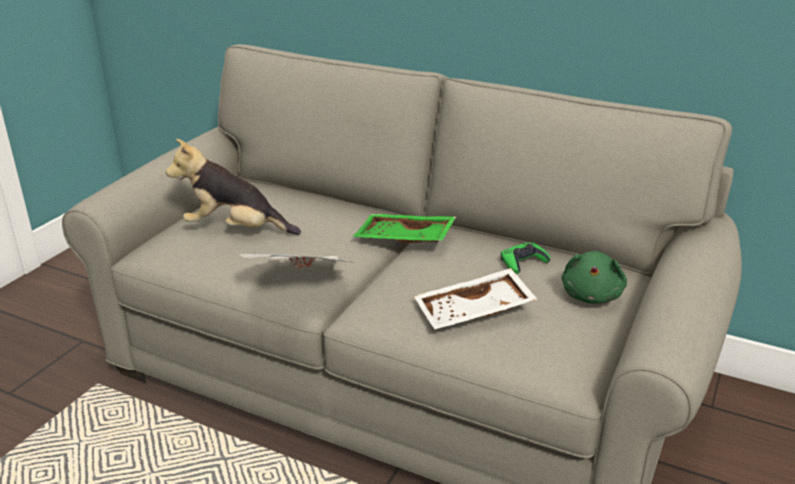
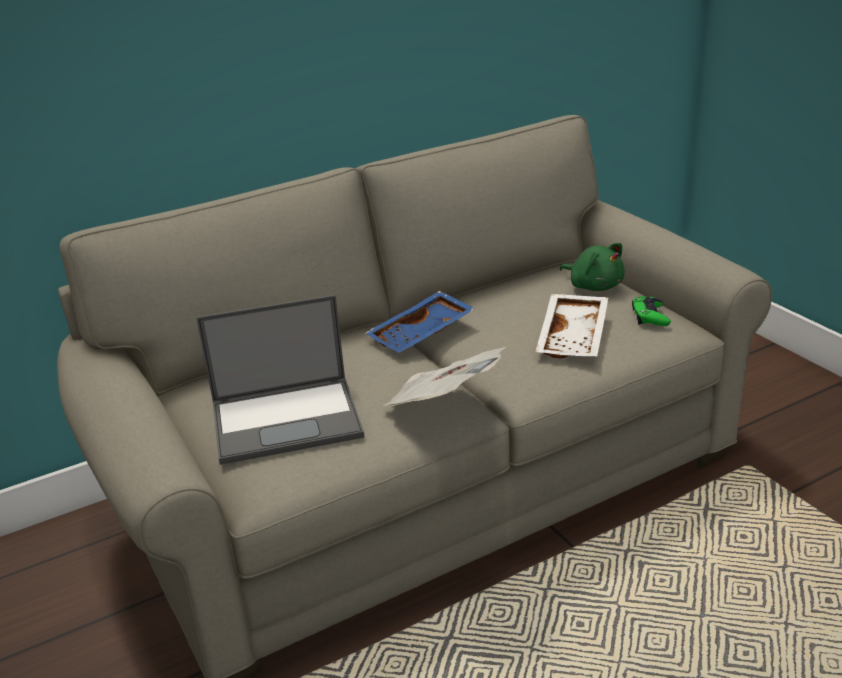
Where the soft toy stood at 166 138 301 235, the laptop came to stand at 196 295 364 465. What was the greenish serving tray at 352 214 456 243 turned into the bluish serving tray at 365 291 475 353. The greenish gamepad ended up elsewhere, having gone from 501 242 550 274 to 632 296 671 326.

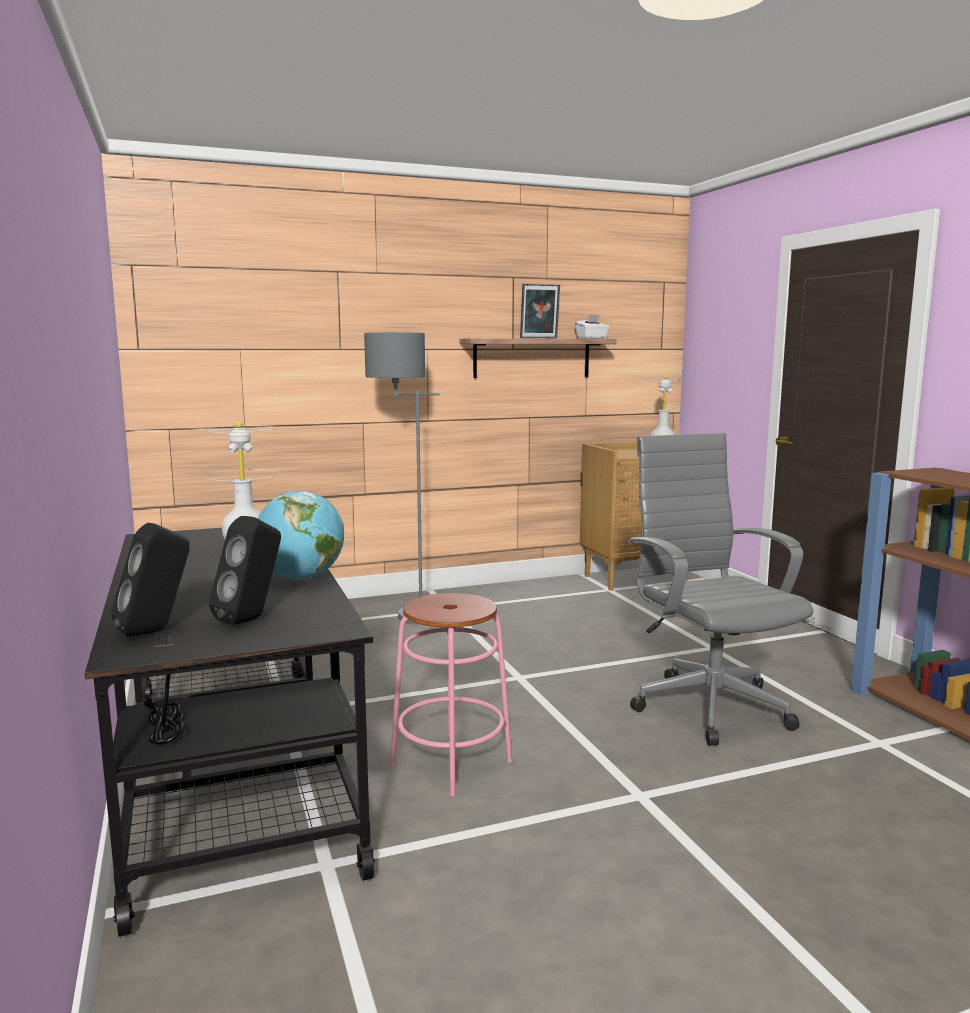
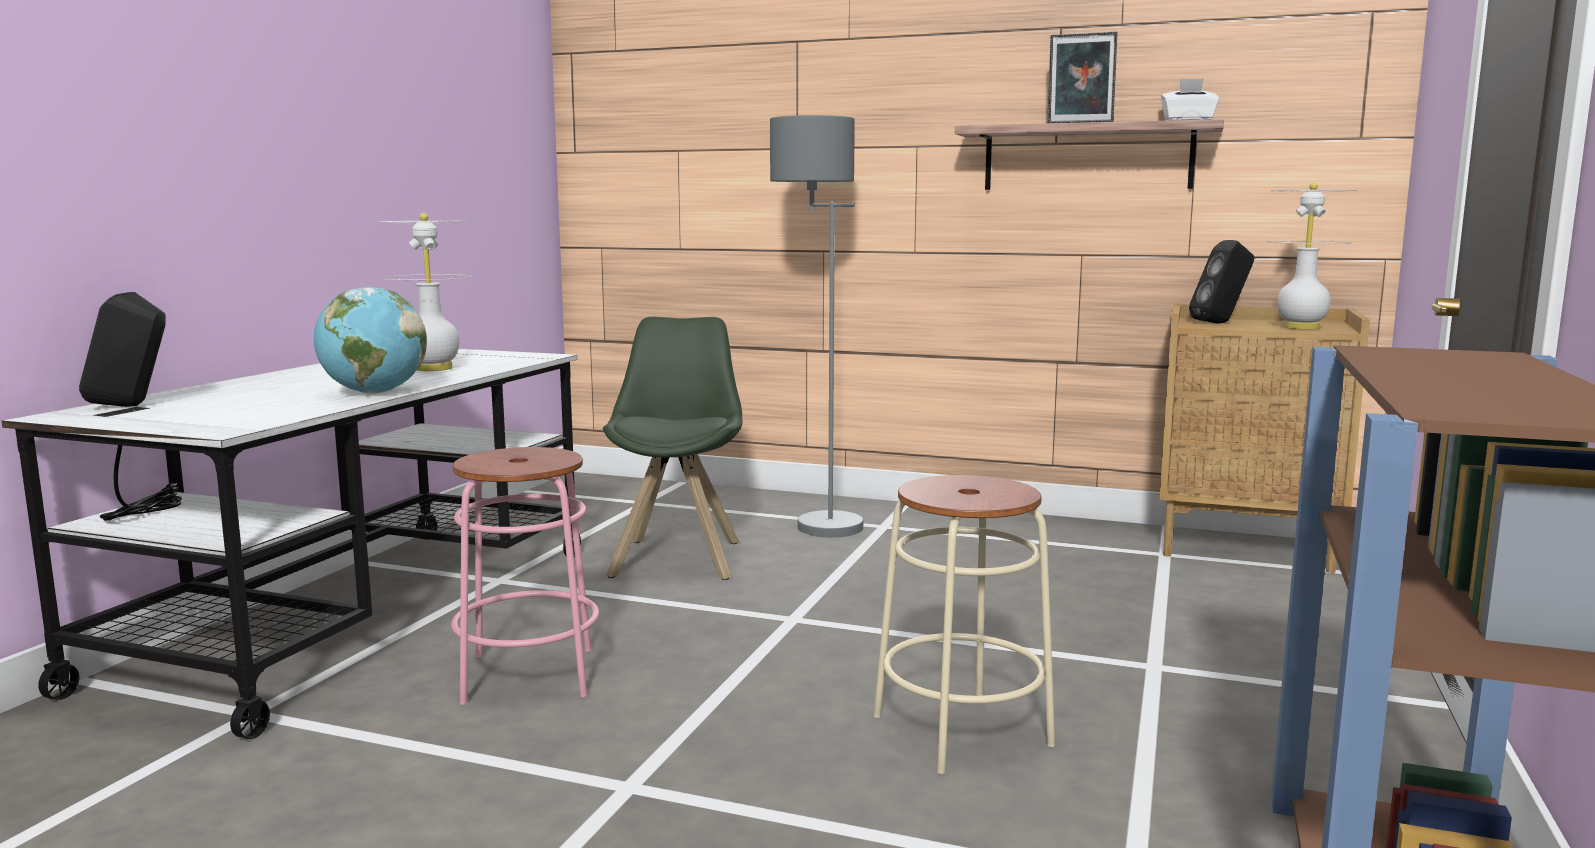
What was the blackish desk table at 85 528 375 937 turned into the whitish desk table at 2 349 581 739. The blackish speaker ended up elsewhere, having gone from 209 516 281 625 to 1189 240 1254 324. Where the grey office chair stood at 627 433 814 745, the beige-coloured stool came to stand at 873 475 1055 774. The second view gained the greenish plain chair at 603 317 742 580.

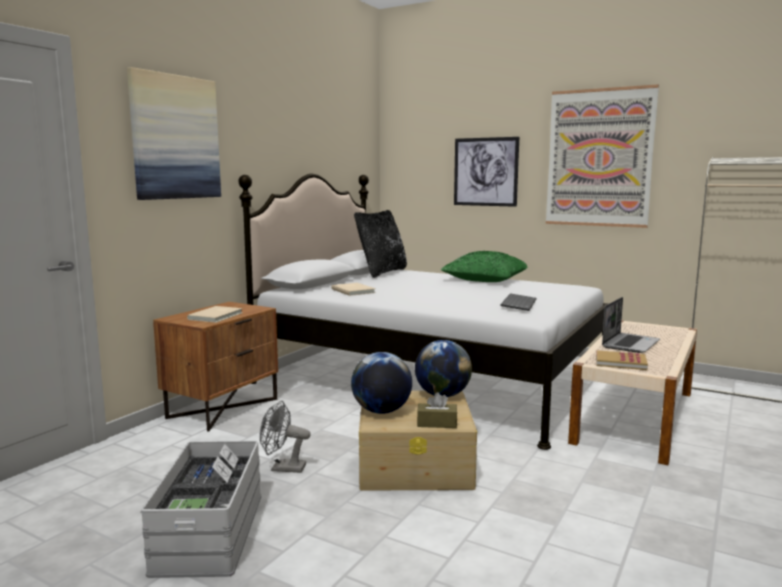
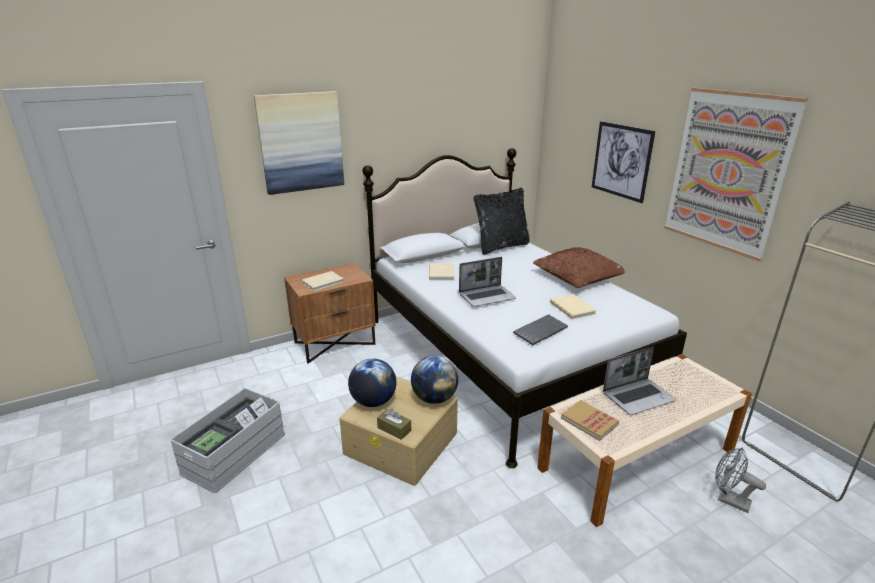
The grey electric fan ended up elsewhere, having gone from 260 401 311 473 to 715 448 766 513. What was the greenish throw pillow at 441 251 528 282 turned into the brown throw pillow at 533 247 625 288. The second view gained the laptop at 459 257 516 307. The second view gained the beige-coloured volume at 550 294 597 319.

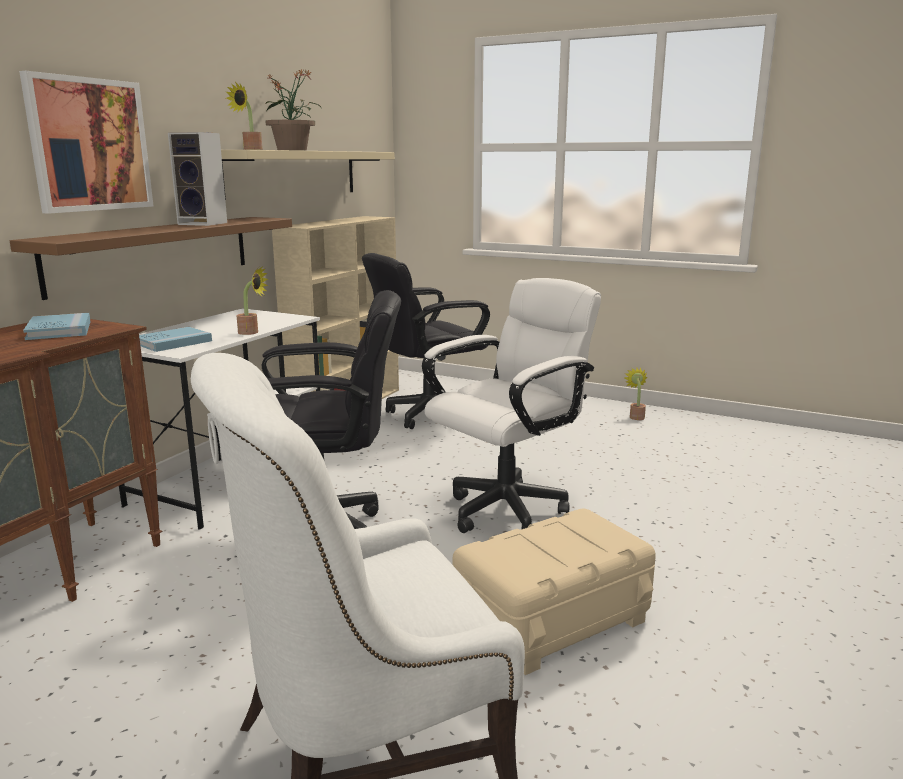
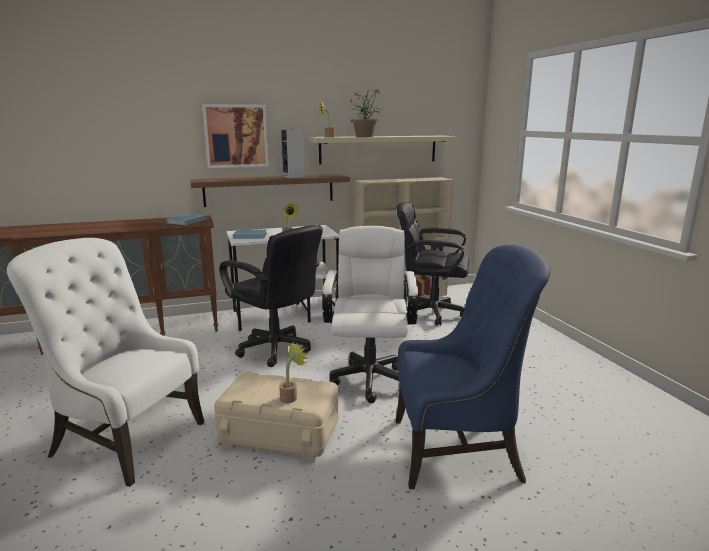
The whitish office chair at 422 278 601 533 ended up facing another way, 90 degrees counterclockwise from before. The plant in a pot ended up elsewhere, having gone from 625 367 647 420 to 279 342 307 403. The second view gained the bluish plain chair at 395 245 550 489.

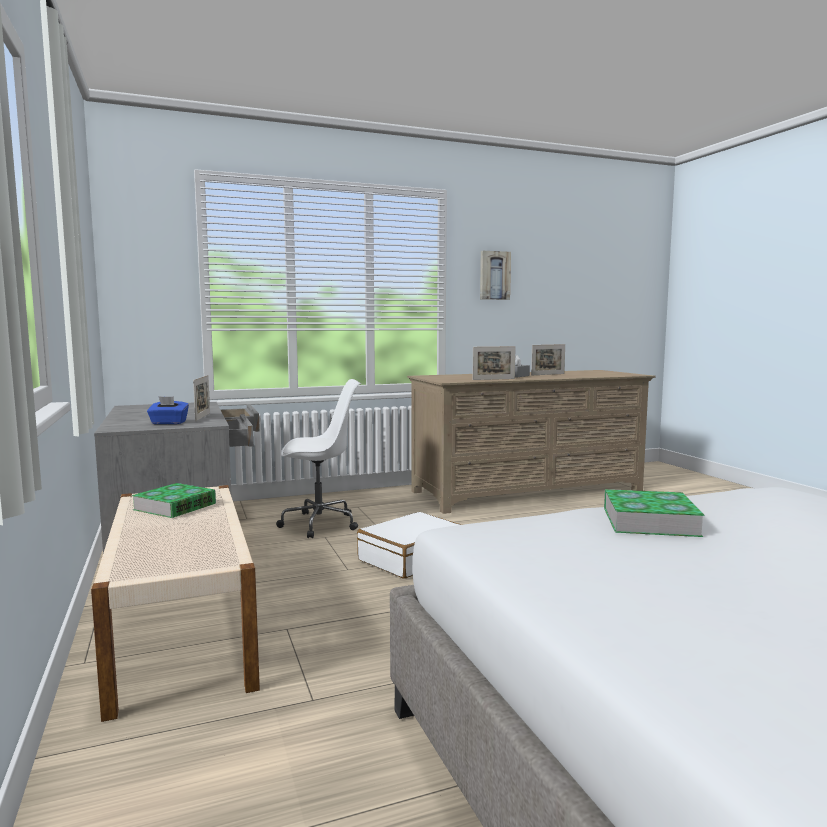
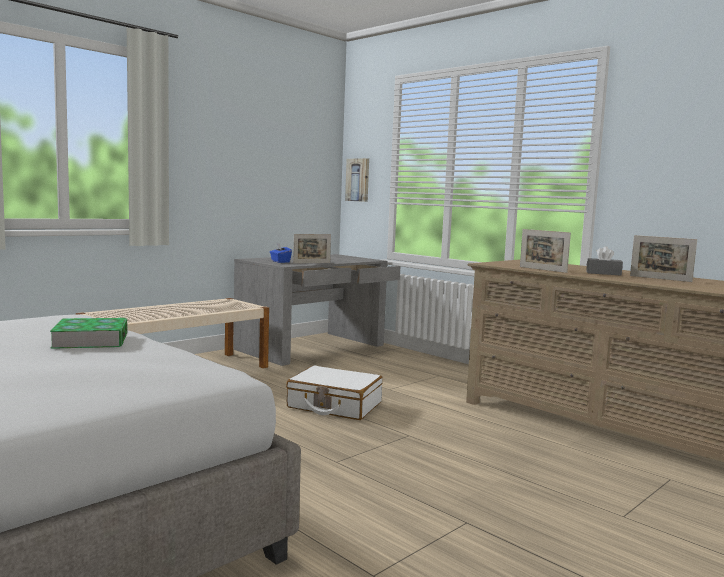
The second view lost the volume at 132 483 216 518. The second view lost the whitish office chair at 276 379 361 538. The wall art ended up elsewhere, having gone from 480 251 511 300 to 345 158 369 202.

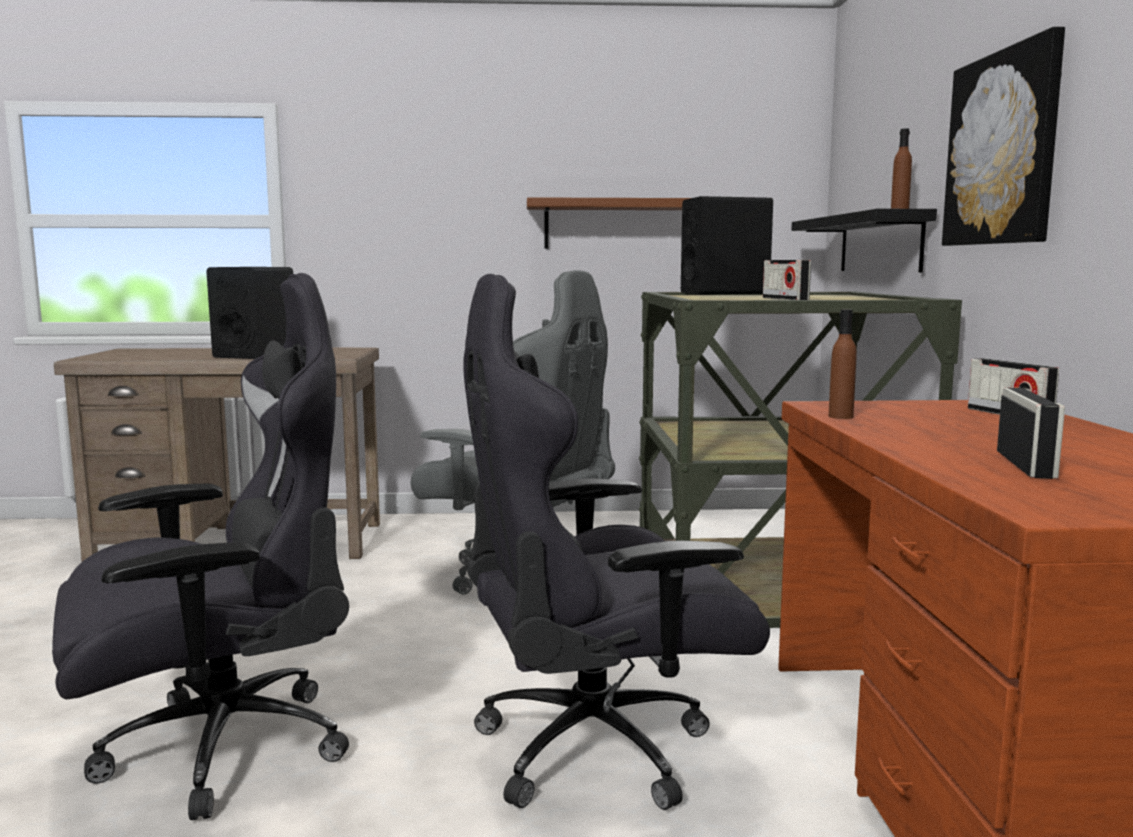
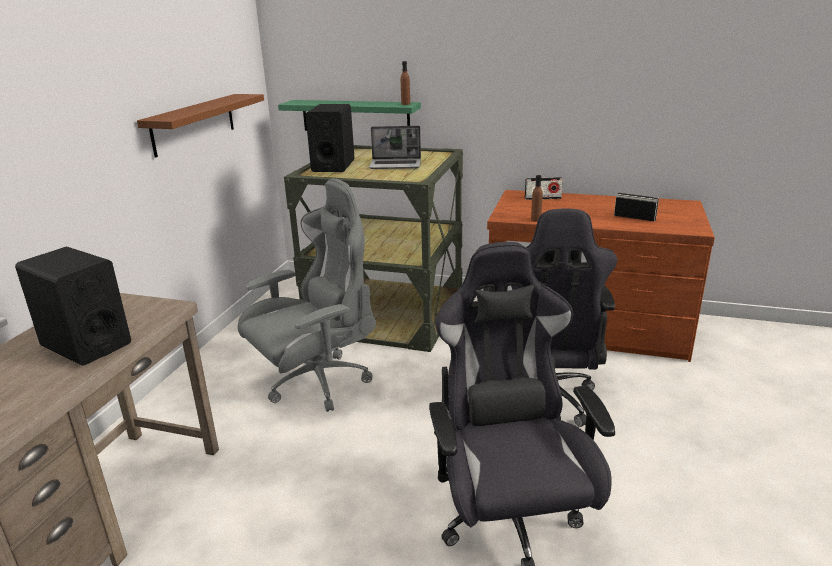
Where the radio receiver stood at 763 260 811 300, the laptop came to stand at 369 126 421 169. What was the blackish bracket shelf at 792 209 937 272 turned into the greenish bracket shelf at 278 100 421 131. The second view lost the wall art at 942 27 1065 246.

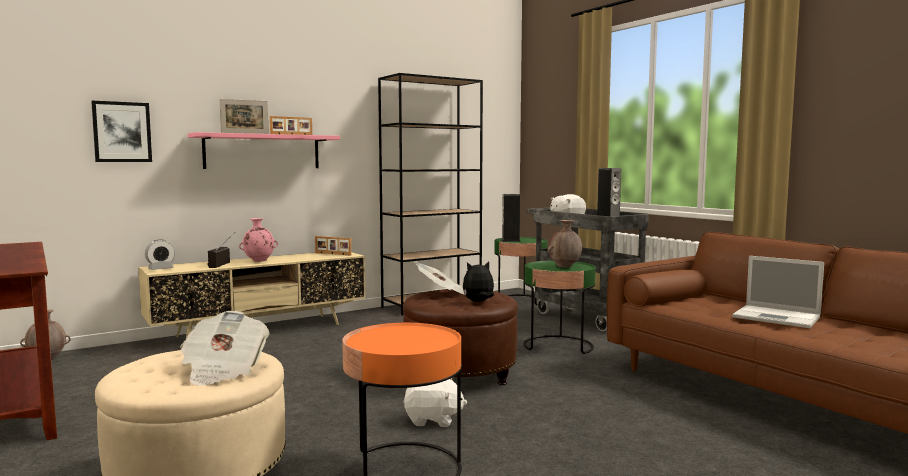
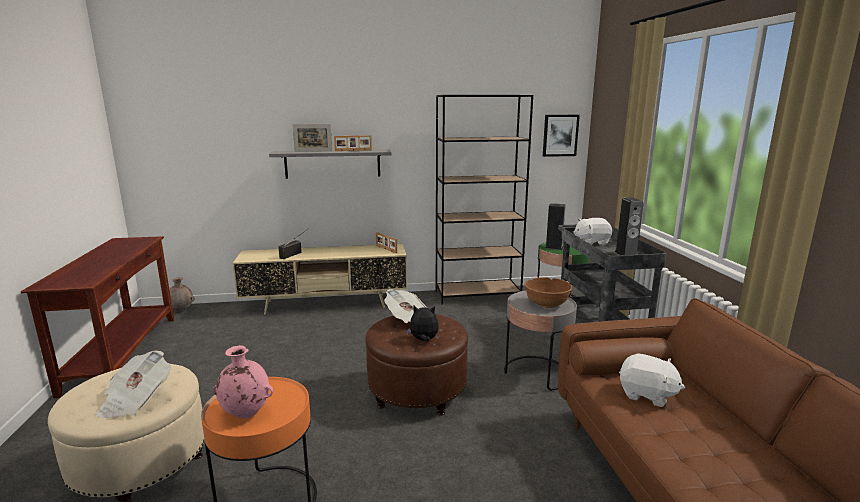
The wall art ended up elsewhere, having gone from 91 101 152 162 to 543 115 580 157. The second view lost the bedside clock at 145 240 175 270. What was the pinkish bracket shelf at 188 132 340 169 turned into the grey bracket shelf at 269 150 391 179. The pinkish decorative vase ended up elsewhere, having gone from 239 218 278 262 to 213 345 273 419. The whitish soft toy ended up elsewhere, having gone from 403 378 467 427 to 619 353 685 407. What was the greenish side table at 523 260 596 354 turned into the grey side table at 504 291 577 390. Where the brown decorative vase stood at 547 220 582 268, the brown deep dish came to stand at 525 277 572 308. The second view lost the laptop at 732 256 824 328.

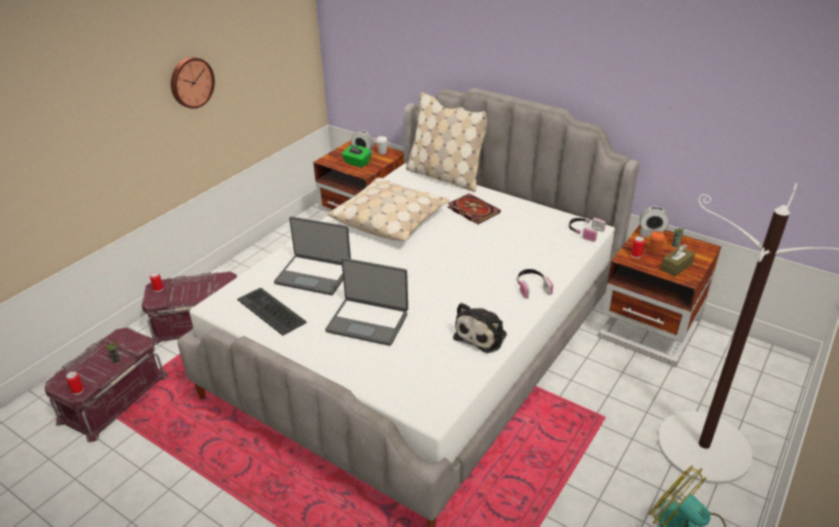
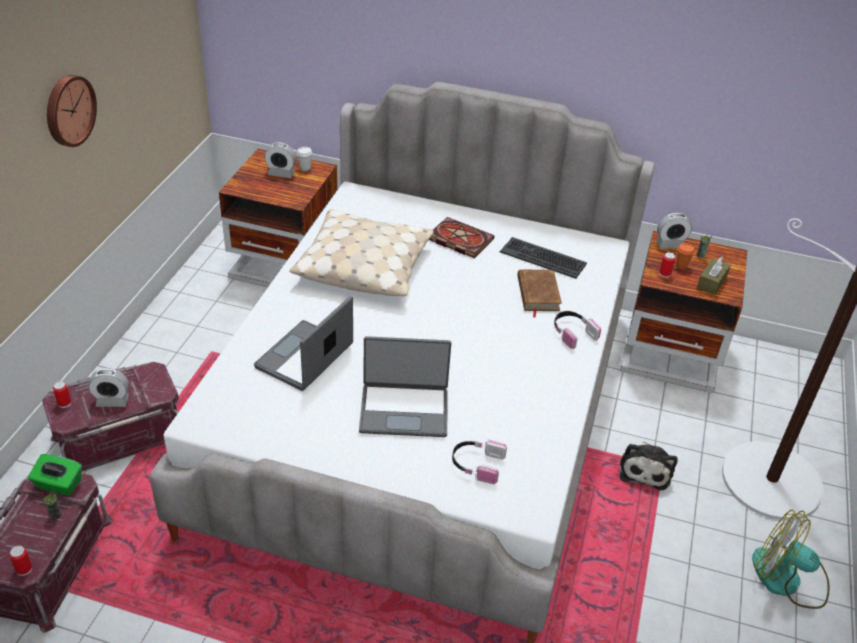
The PC keyboard ended up elsewhere, having gone from 237 288 307 336 to 500 237 587 279. The laptop at 274 216 351 295 ended up facing another way, 120 degrees clockwise from before. The greenish tissue holder ended up elsewhere, having gone from 342 145 371 167 to 28 454 82 496. The second view lost the beige-coloured throw pillow at 406 92 487 192. The soft toy ended up elsewhere, having gone from 453 303 507 353 to 619 441 678 490. The headphones ended up elsewhere, having gone from 569 217 606 242 to 452 440 507 484. The second view gained the bedside clock at 88 368 129 407. The second view gained the brown volume at 518 269 562 318.

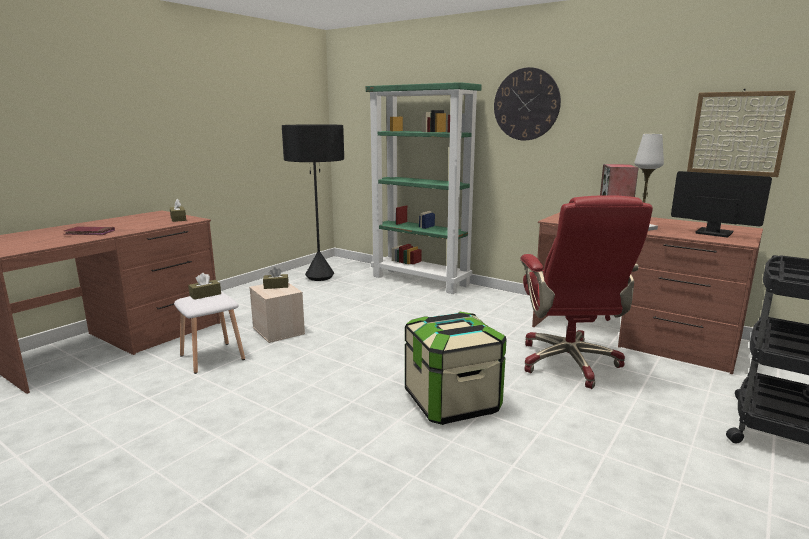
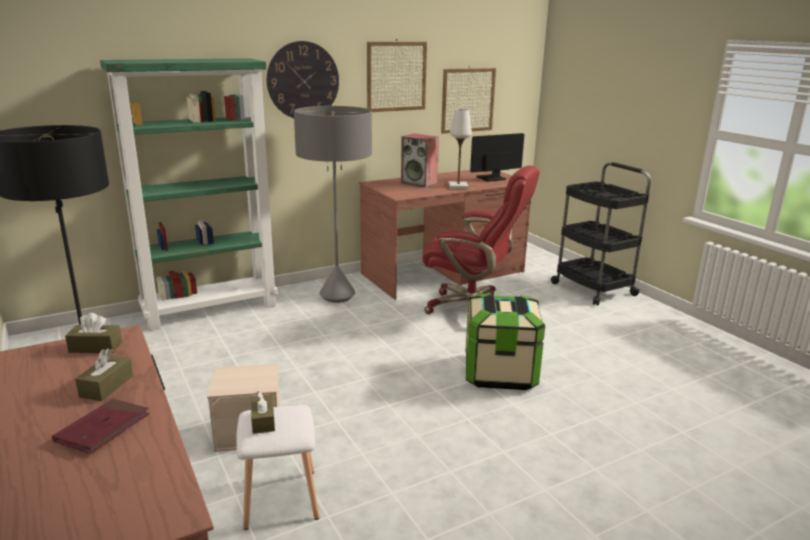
The brown tissue holder ended up elsewhere, having gone from 263 267 288 289 to 75 348 133 401. The second view gained the grey standard lamp at 294 106 372 303. The second view gained the wall art at 367 39 427 112.

